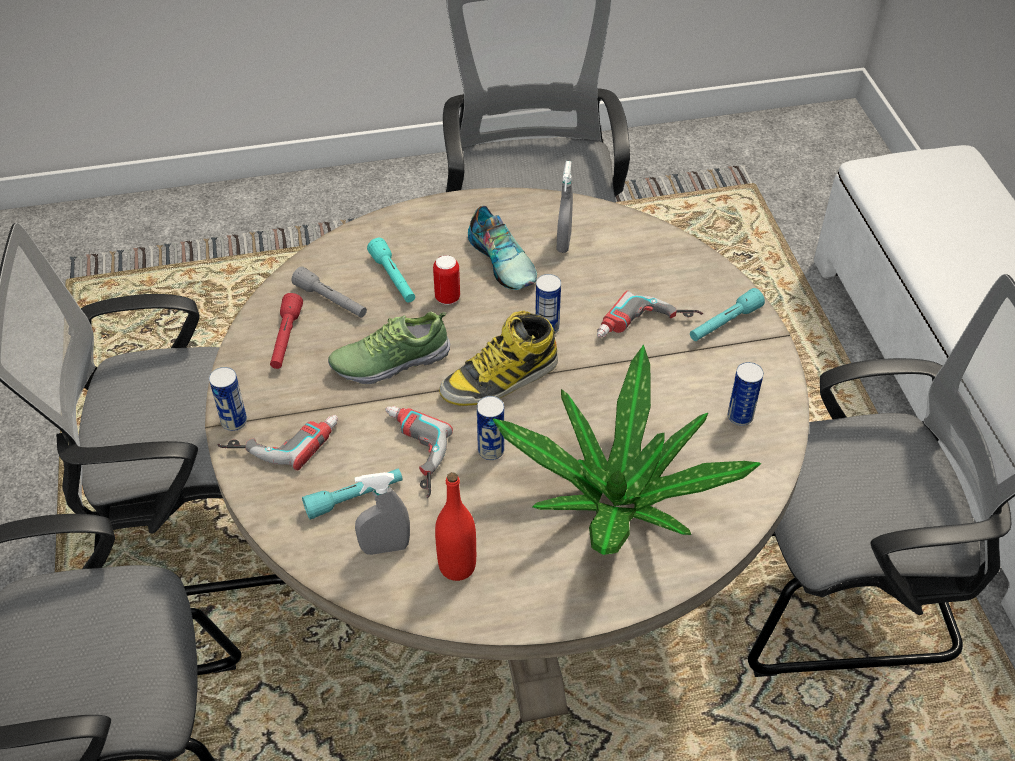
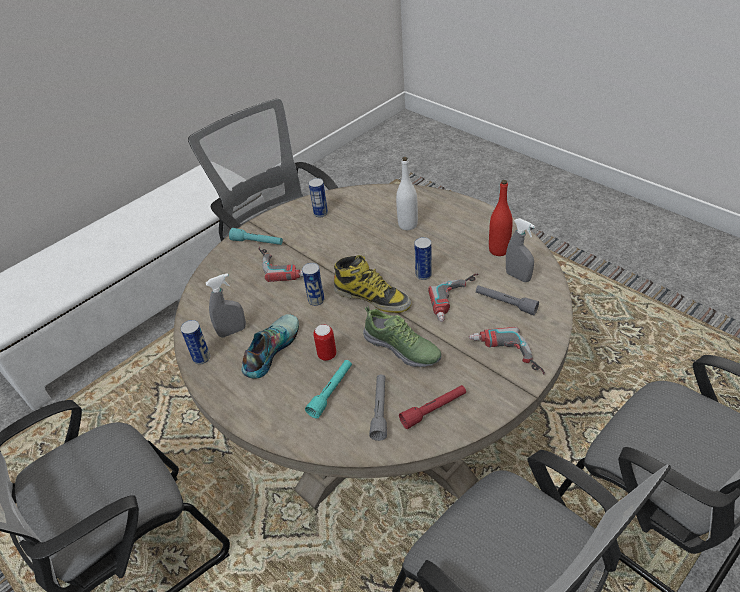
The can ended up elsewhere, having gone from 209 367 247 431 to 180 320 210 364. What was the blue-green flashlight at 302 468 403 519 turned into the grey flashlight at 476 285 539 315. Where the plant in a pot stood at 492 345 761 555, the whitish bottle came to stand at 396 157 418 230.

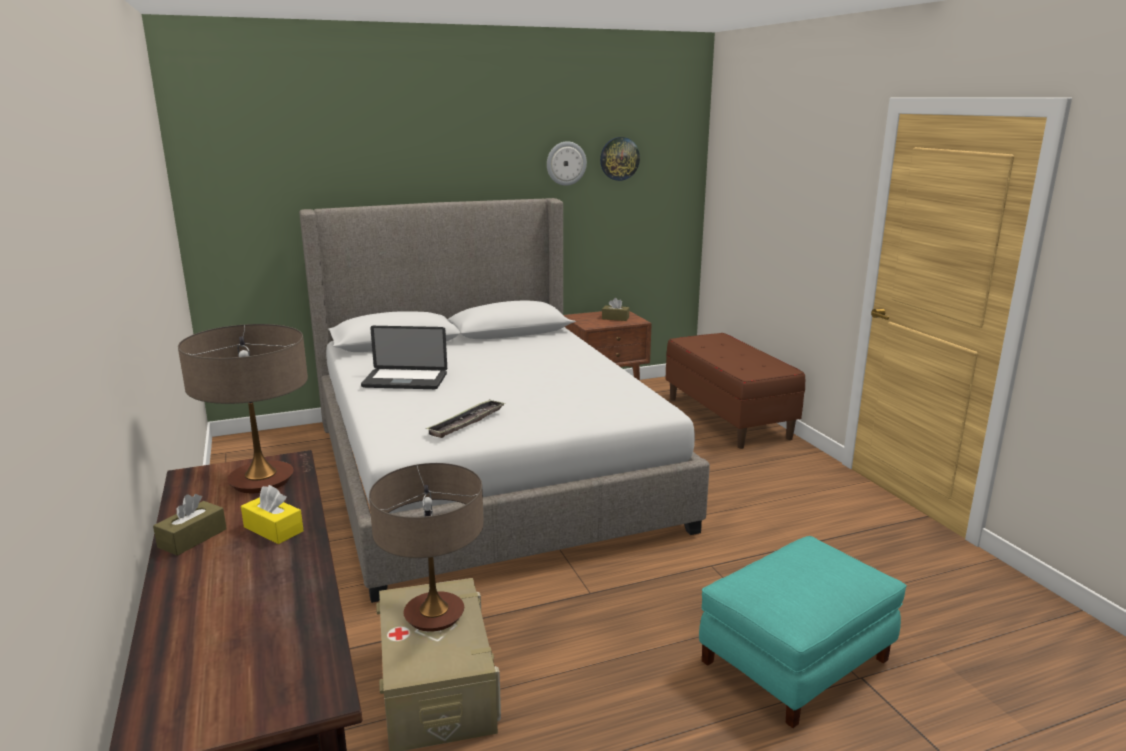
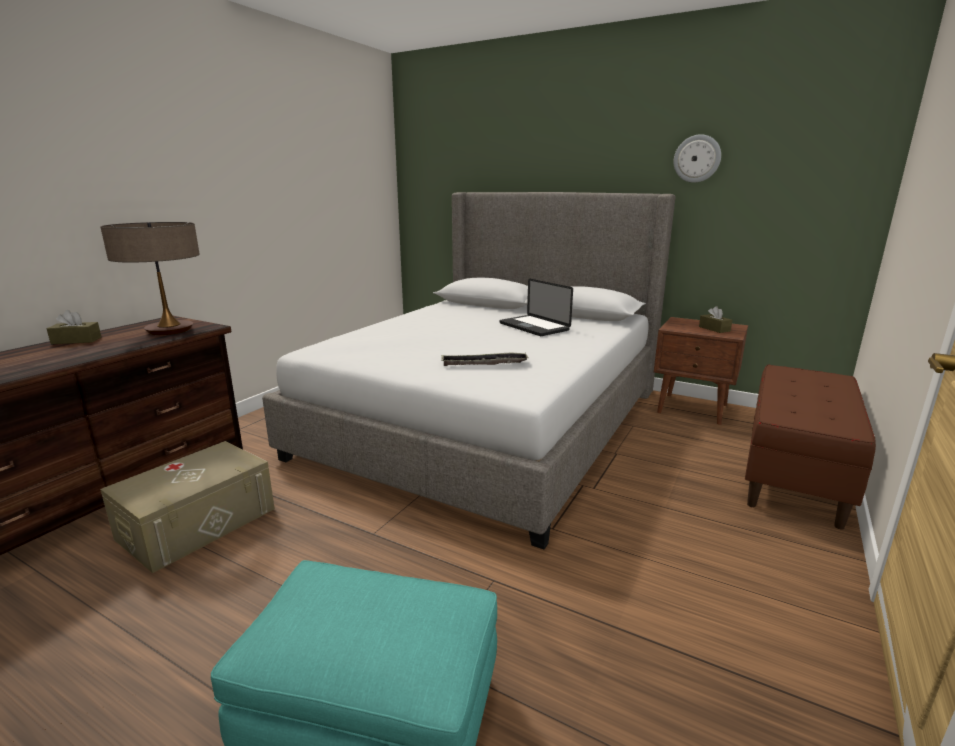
The second view lost the yellow-coloured tissue holder at 241 485 304 544. The laptop ended up elsewhere, having gone from 361 326 447 389 to 499 279 573 336. The second view lost the lamp for a table at 369 463 484 632. The serving tray ended up elsewhere, having gone from 426 399 505 438 to 441 353 528 366. The second view lost the clock on the wall at 600 137 640 181.

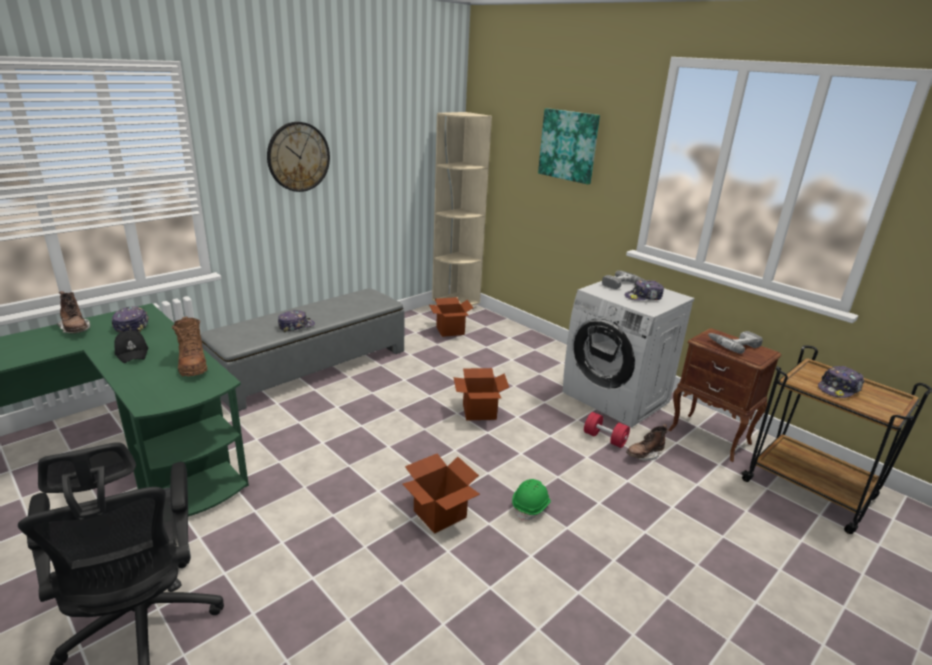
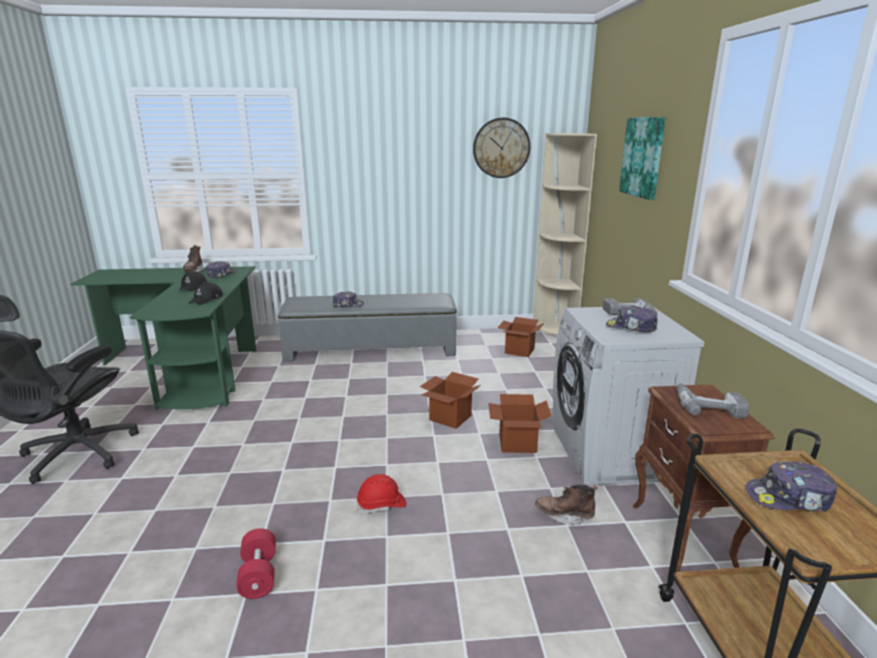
Where the brown high-top boot stood at 172 316 207 376, the blackish peaked cap came to stand at 189 282 223 305. The clock on the wall ended up elsewhere, having gone from 267 122 330 192 to 473 118 530 178. The cardboard box ended up elsewhere, having gone from 403 453 480 534 to 488 394 551 453. What was the greenish work helmet at 512 479 551 522 turned into the red-coloured work helmet at 357 474 407 514. The red-coloured dumbbell ended up elsewhere, having gone from 584 412 630 448 to 236 528 276 599.

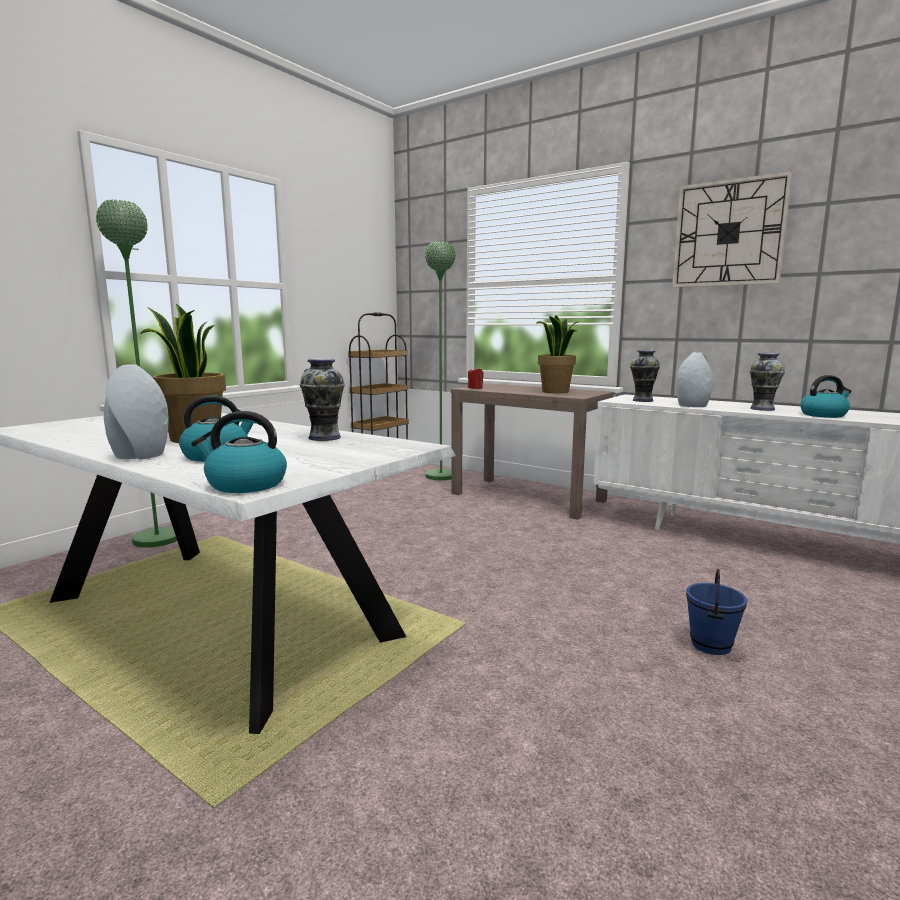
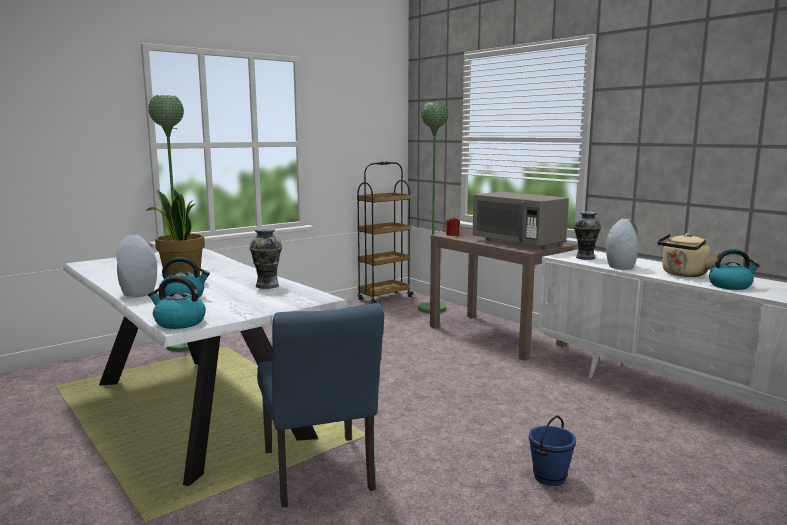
Where the plant in a pot stood at 537 315 578 393, the grey kitchen microwave came to stand at 473 192 569 250. The second view lost the clock on the wall at 672 171 793 288. Where the decorative vase stood at 750 353 785 411, the beige-coloured water kettle came to stand at 657 233 719 277. The second view gained the bluish plain chair at 257 303 384 507.

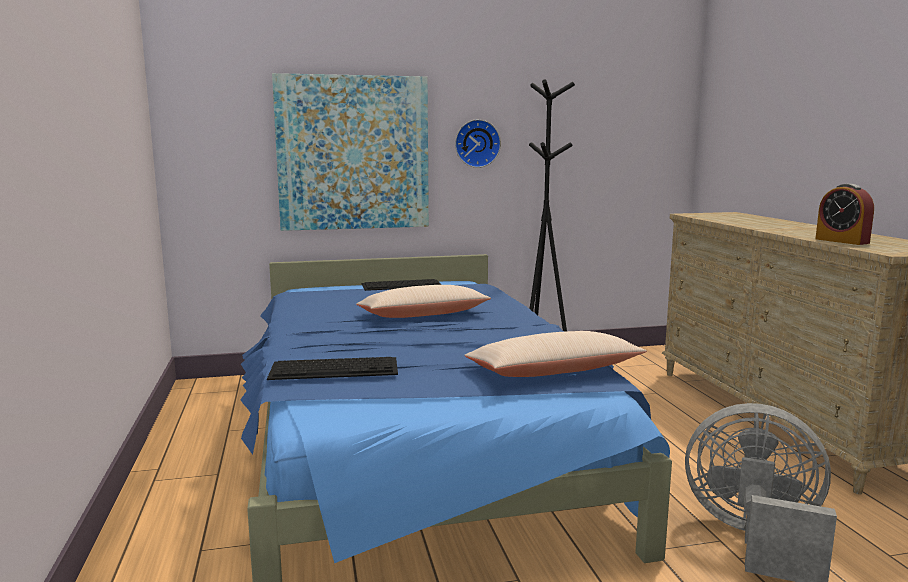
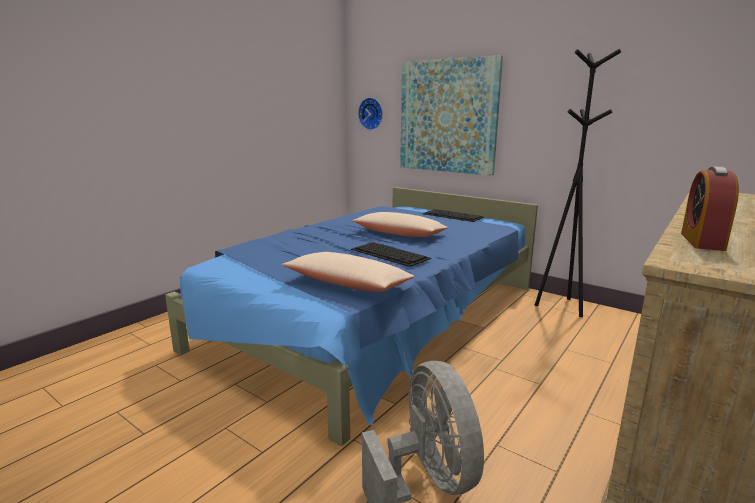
The PC keyboard ended up elsewhere, having gone from 267 357 398 380 to 351 242 431 267. The clock on the wall ended up elsewhere, having gone from 455 119 501 168 to 358 97 383 130.

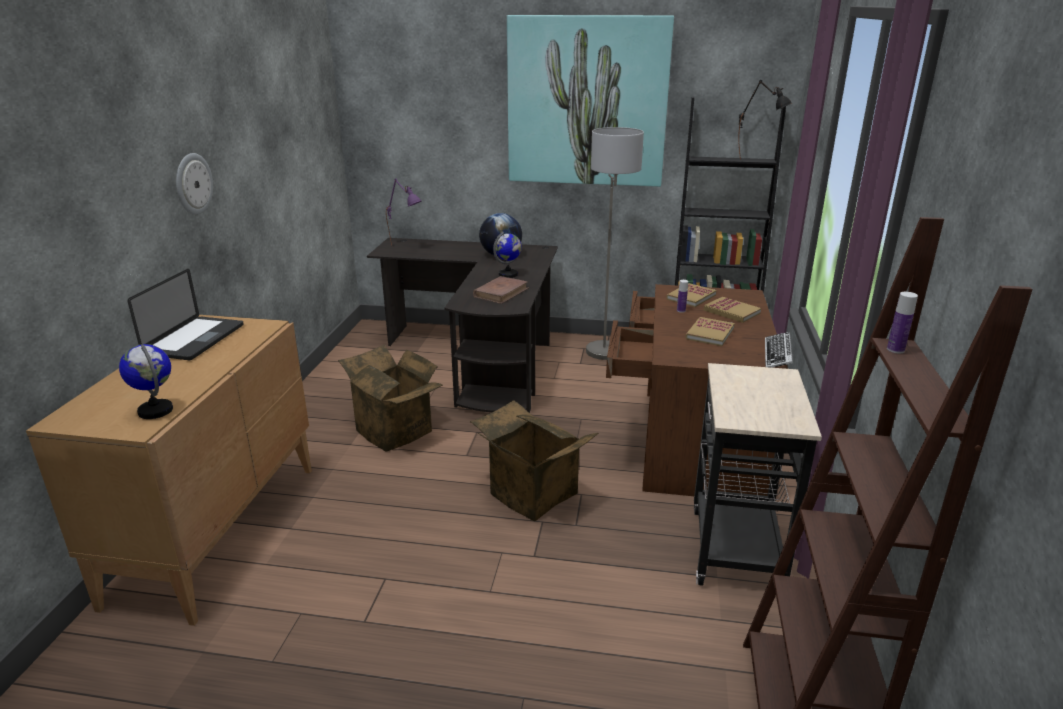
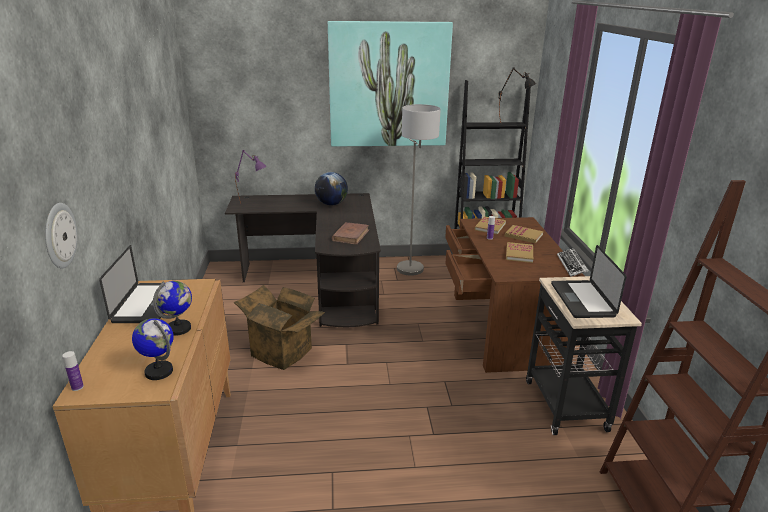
The clock on the wall ended up elsewhere, having gone from 176 153 213 215 to 45 203 77 268. The second view lost the cardboard box at 470 400 598 521. The desk globe ended up elsewhere, having gone from 493 231 522 278 to 153 281 192 336. The bottle ended up elsewhere, having gone from 887 292 918 353 to 62 351 84 391. The second view gained the laptop at 551 245 626 318.

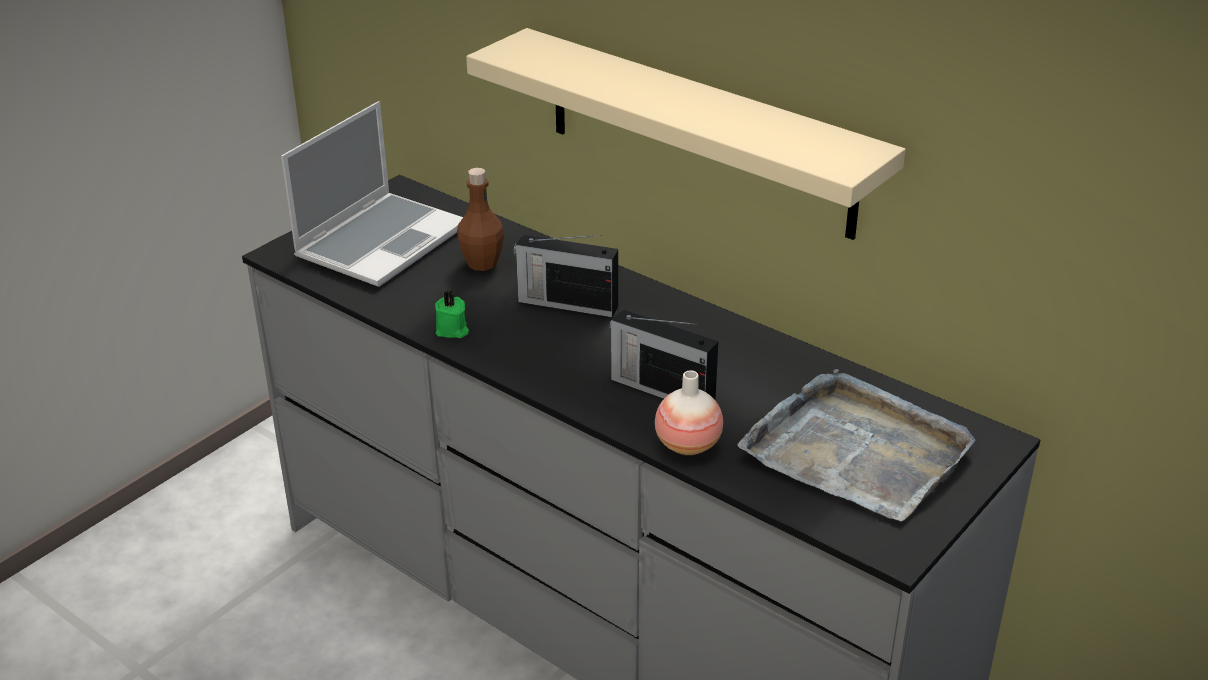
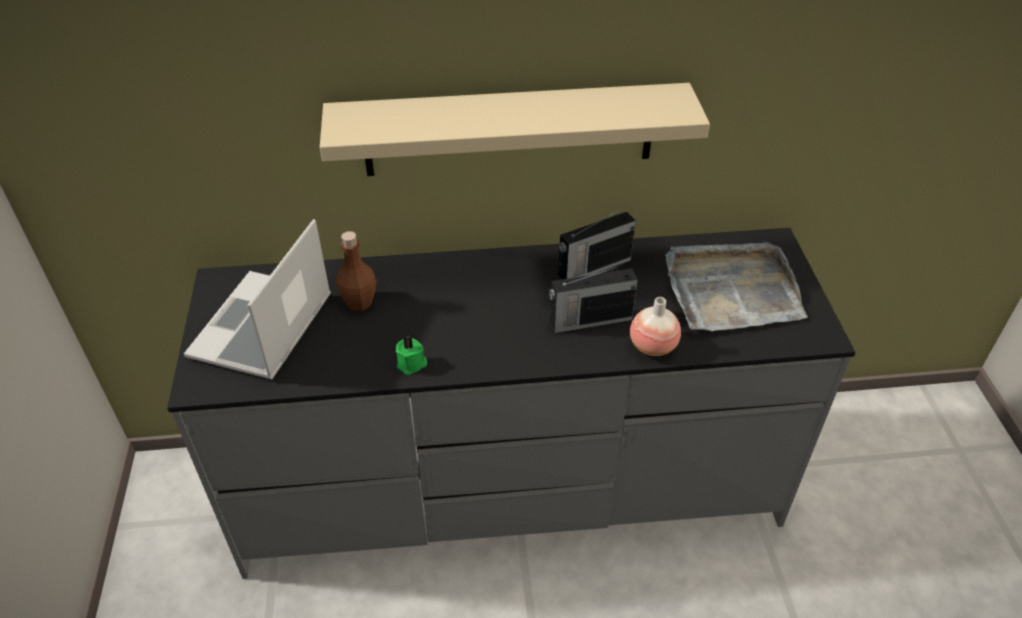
The laptop at 281 101 463 287 ended up facing another way, 150 degrees counterclockwise from before. The radio receiver ended up elsewhere, having gone from 513 235 618 317 to 558 207 636 279.

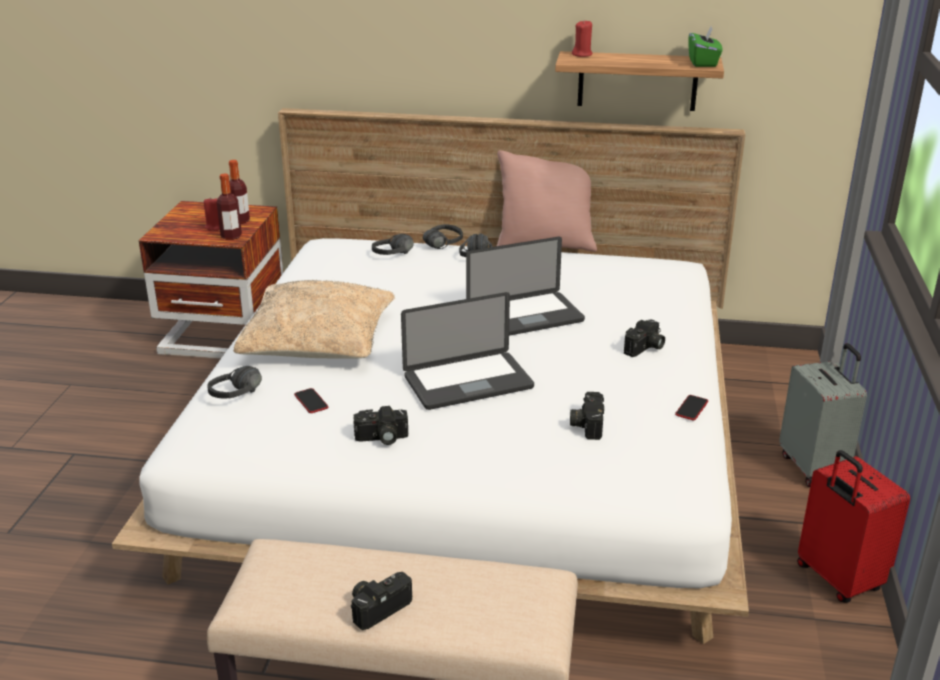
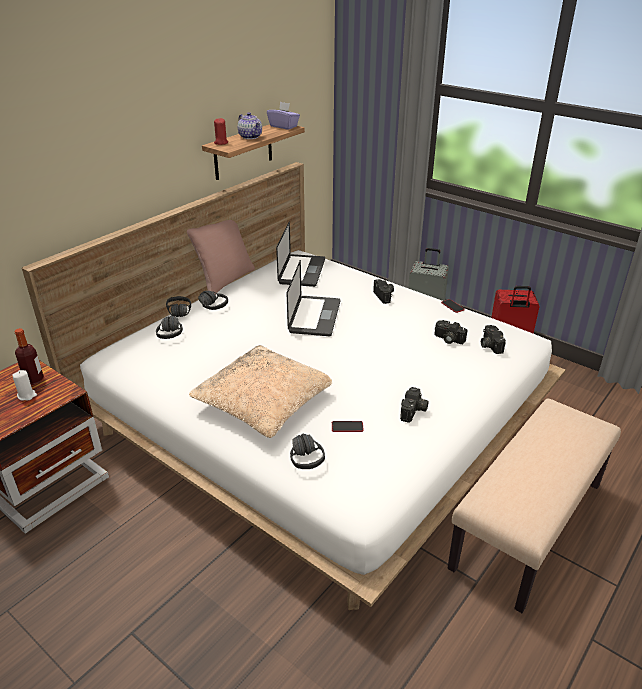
What was the red-coloured wax candle at 203 197 220 231 turned into the whitish wax candle at 12 370 37 401. The second view lost the bottle at 216 174 242 240. The still camera ended up elsewhere, having gone from 351 572 412 630 to 481 325 506 354. The laptop ended up elsewhere, having gone from 401 292 534 410 to 276 221 325 287. What was the greenish tissue holder at 689 27 722 67 turned into the purplish tissue holder at 267 102 300 130. The second view gained the pot for tea at 238 112 262 139.

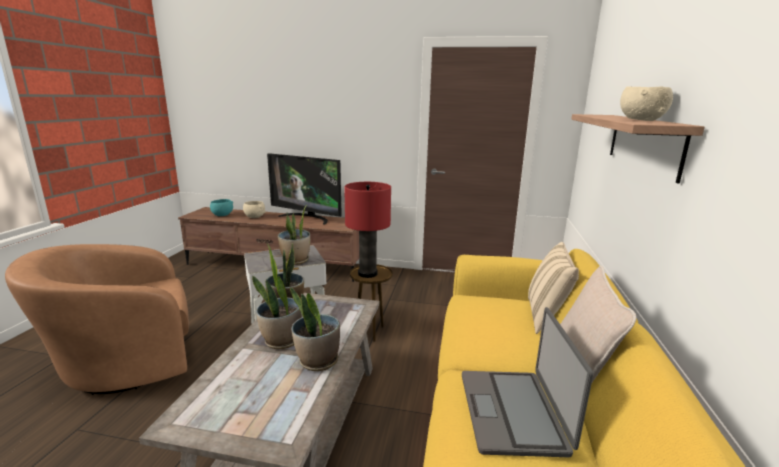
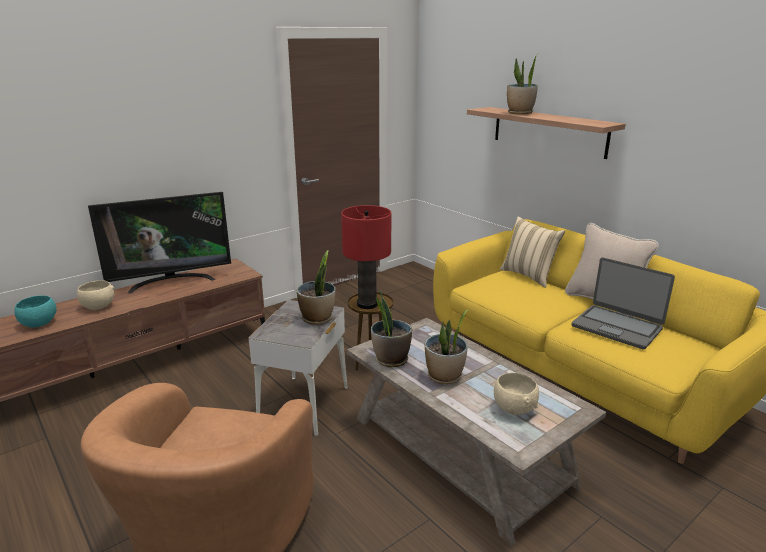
The plant in a pot ended up elsewhere, having gone from 290 287 340 371 to 507 54 538 114. The beige-coloured deep dish ended up elsewhere, having gone from 620 86 673 121 to 494 372 539 415.

